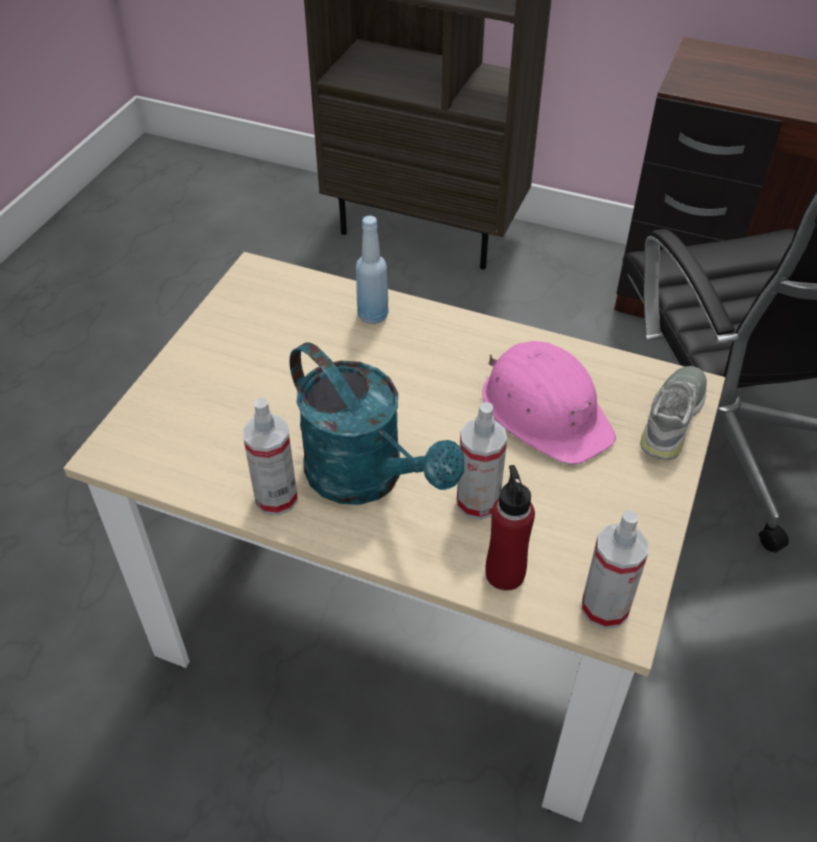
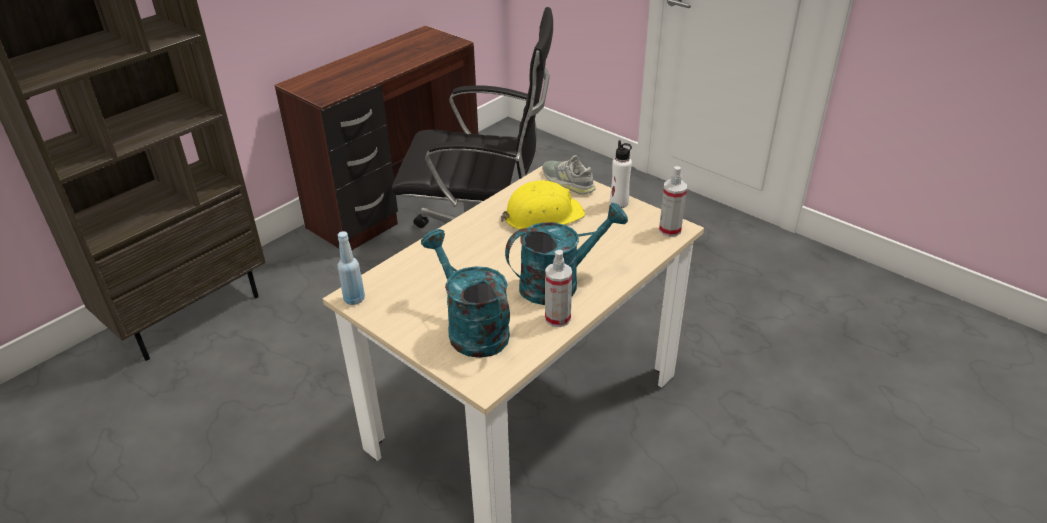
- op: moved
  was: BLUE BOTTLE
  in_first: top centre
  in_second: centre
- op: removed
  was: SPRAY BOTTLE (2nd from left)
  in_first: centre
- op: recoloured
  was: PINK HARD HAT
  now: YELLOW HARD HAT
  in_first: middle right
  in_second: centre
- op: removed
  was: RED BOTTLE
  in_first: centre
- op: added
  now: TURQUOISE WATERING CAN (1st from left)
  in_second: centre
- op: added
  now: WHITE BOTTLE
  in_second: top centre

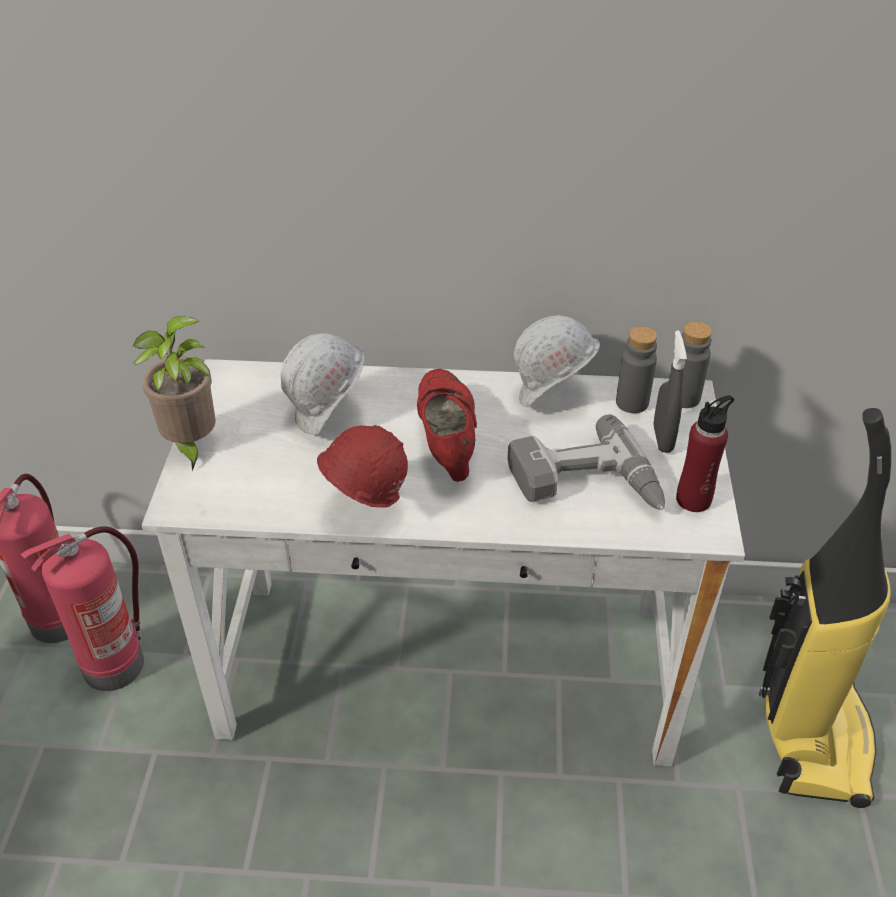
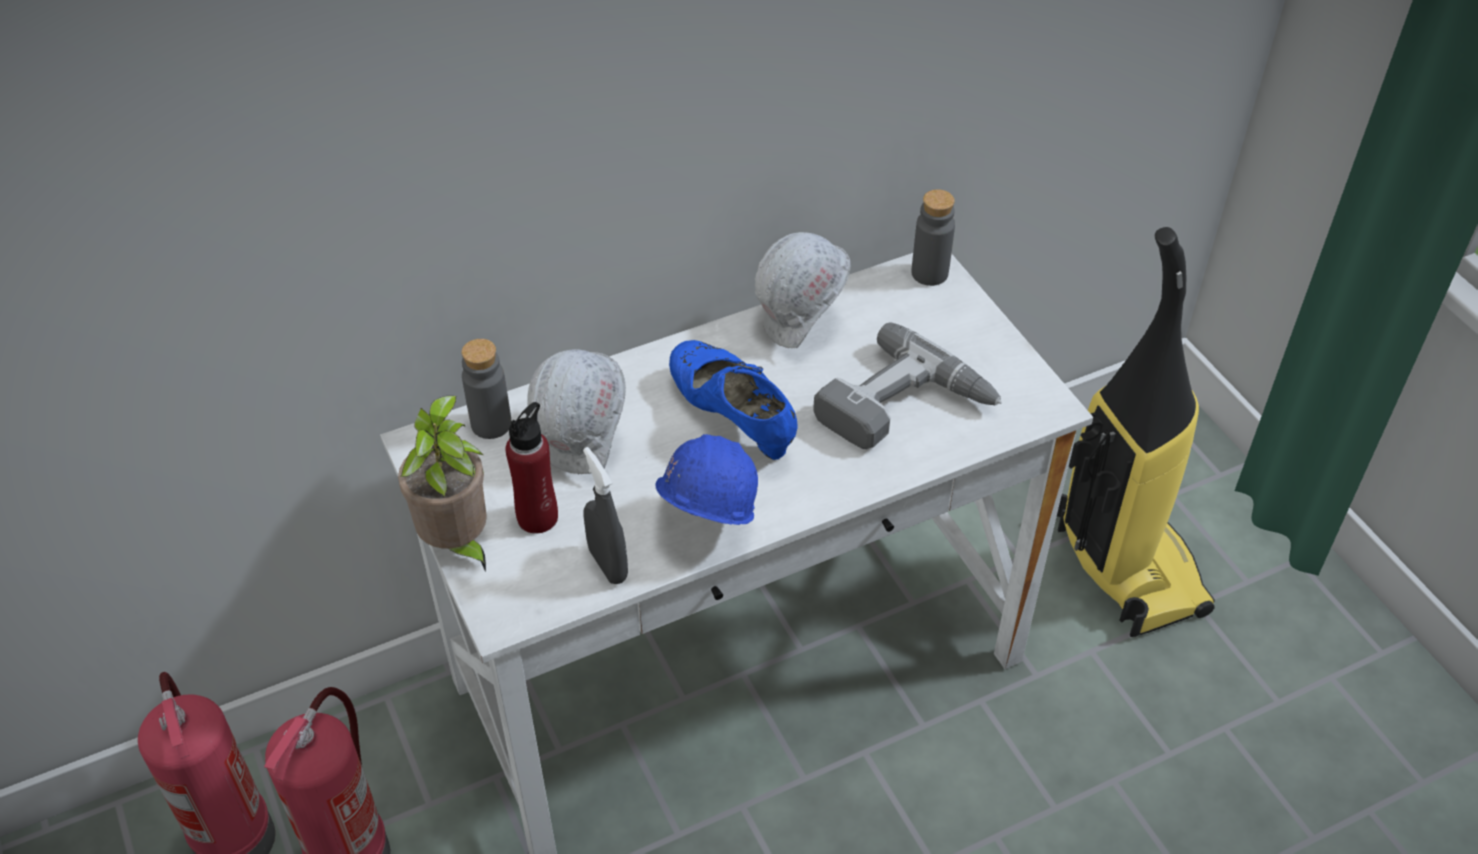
- op: recoloured
  was: RED HARD HAT
  now: BLUE HARD HAT
  in_first: centre
  in_second: centre
- op: recoloured
  was: RED SHOE
  now: BLUE SHOE
  in_first: centre
  in_second: centre
- op: moved
  was: GREY BOTTLE (1st from left)
  in_first: middle right
  in_second: middle left
- op: moved
  was: GREY SPRAY BOTTLE
  in_first: middle right
  in_second: centre
- op: moved
  was: RED BOTTLE
  in_first: middle right
  in_second: centre

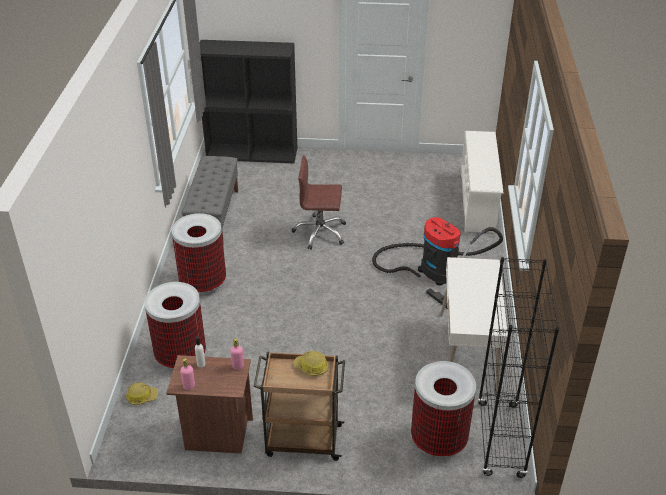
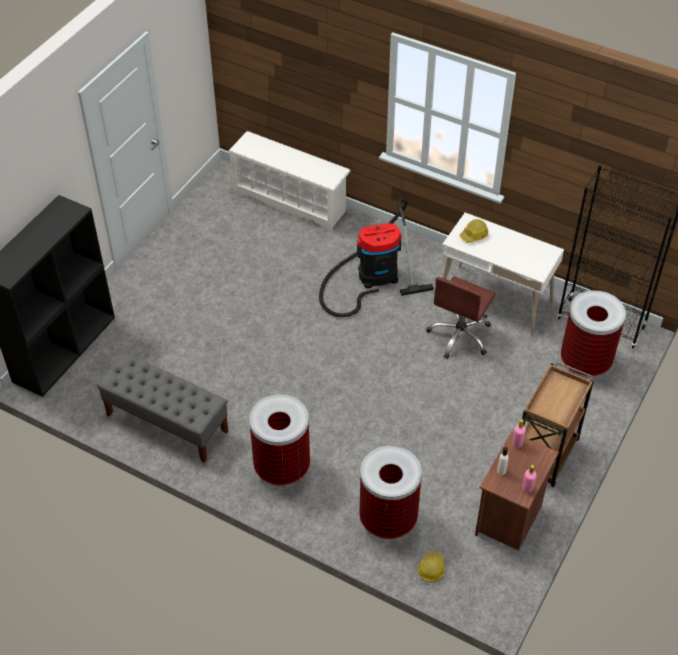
- op: moved
  was: BROWN OFFICE CHAIR
  in_first: centre
  in_second: middle right
- op: moved
  was: HARD HAT (2nd from left)
  in_first: bottom centre
  in_second: middle right

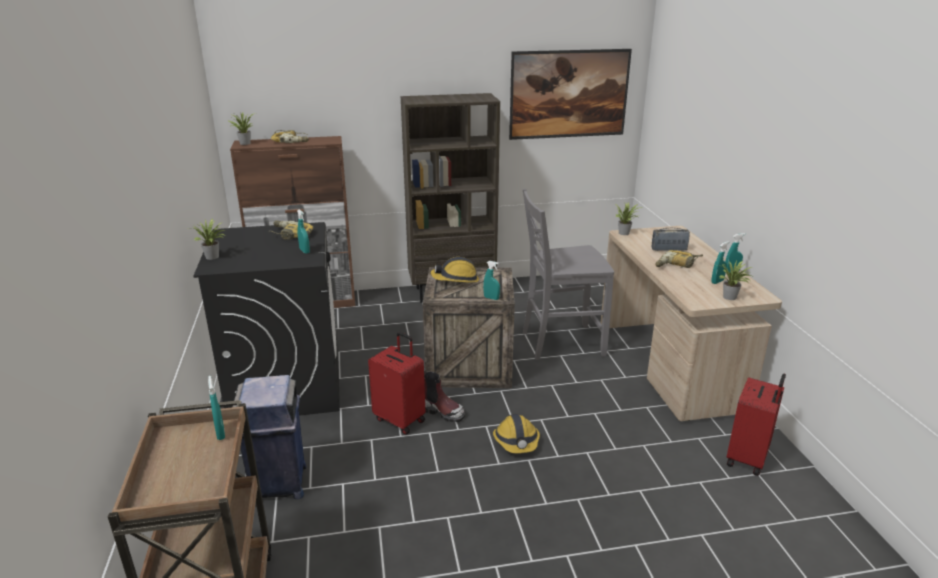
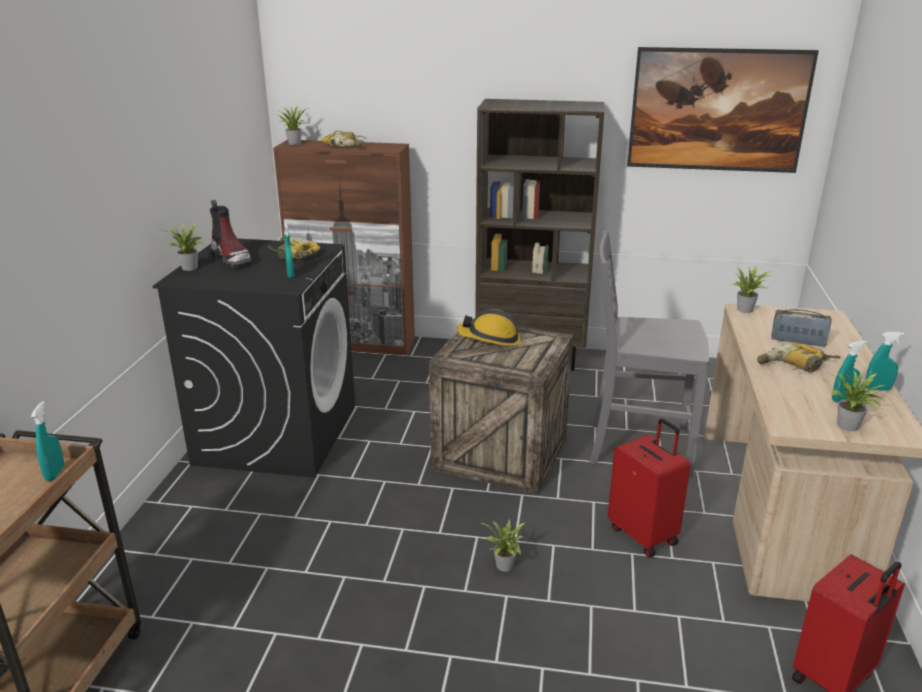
- op: removed
  was: BLUE TRASH CAN
  in_first: bottom left
- op: moved
  was: RED SUITCASE (1st from left)
  in_first: centre
  in_second: bottom right
- op: moved
  was: BOOT
  in_first: bottom centre
  in_second: middle left
- op: removed
  was: TURQUOISE SPRAY BOTTLE (3rd from left)
  in_first: centre
- op: replaced
  was: HARD HAT (2nd from left)
  now: POTTED PLANT (3rd from left)
  in_first: bottom centre
  in_second: bottom centre

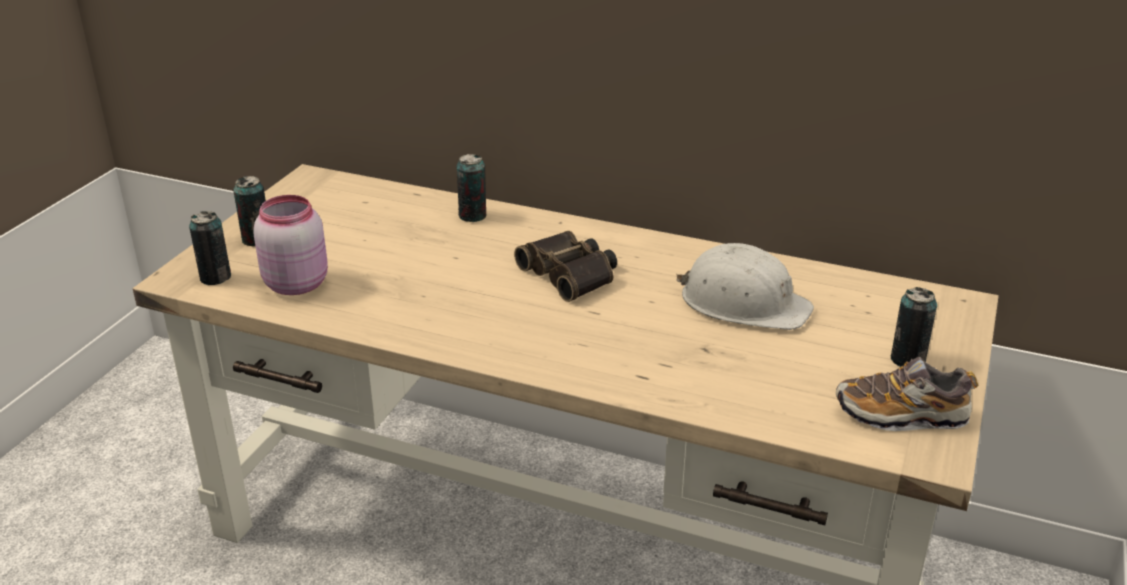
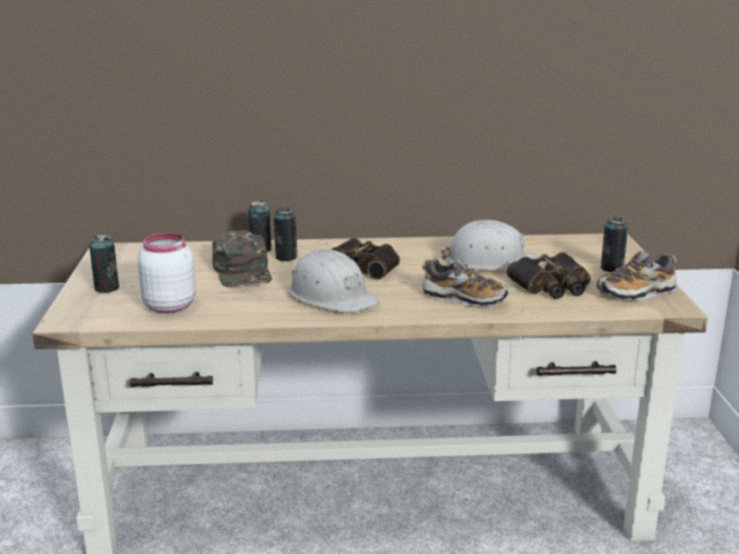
- op: moved
  was: CAN (1st from left in the first image)
  now: CAN (3rd from left)
  in_first: middle left
  in_second: centre
- op: recoloured
  was: PINK JAR
  now: WHITE JAR
  in_first: middle left
  in_second: middle left
- op: added
  now: GREEN CAP
  in_second: middle left
- op: added
  now: WHITE HARD HAT (1st from left)
  in_second: centre
- op: added
  now: SHOE (1st from left)
  in_second: centre
- op: added
  now: BINOCULARS (2nd from left)
  in_second: middle right

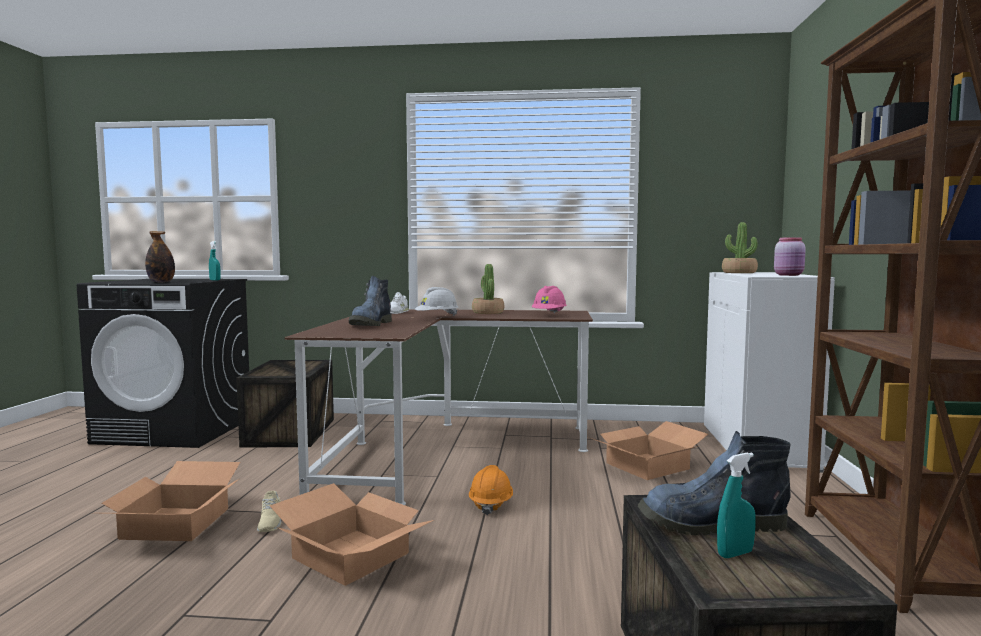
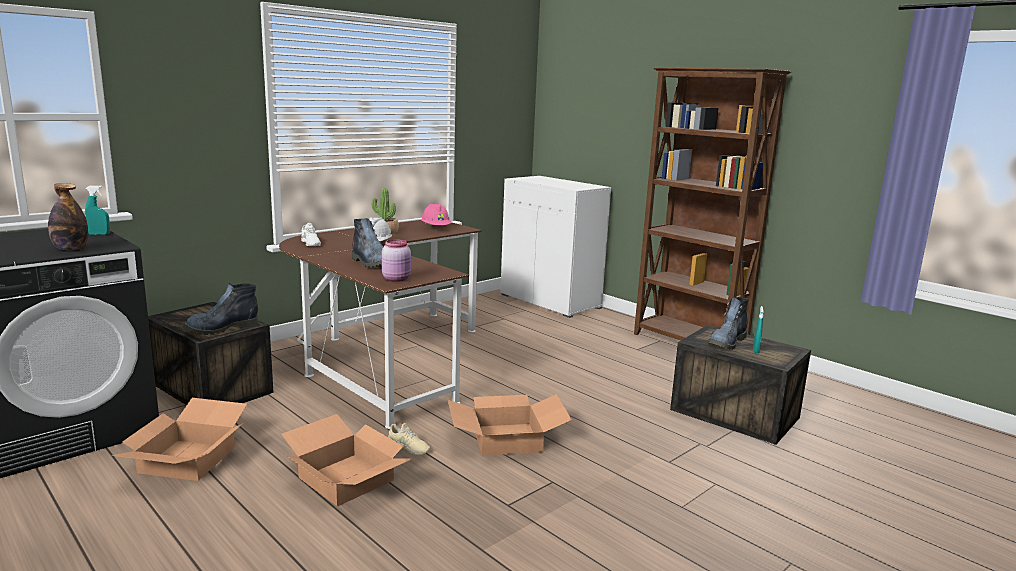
- op: removed
  was: ORANGE HARD HAT
  in_first: bottom centre
- op: moved
  was: CARDBOARD BOX (3rd from left in the first image)
  now: CARDBOARD BOX (1st from left)
  in_first: bottom centre
  in_second: bottom left
- op: removed
  was: POTTED PLANT (2nd from left)
  in_first: middle right
- op: moved
  was: PINK JAR
  in_first: middle right
  in_second: centre
- op: added
  now: BOOT (1st from left)
  in_second: middle left

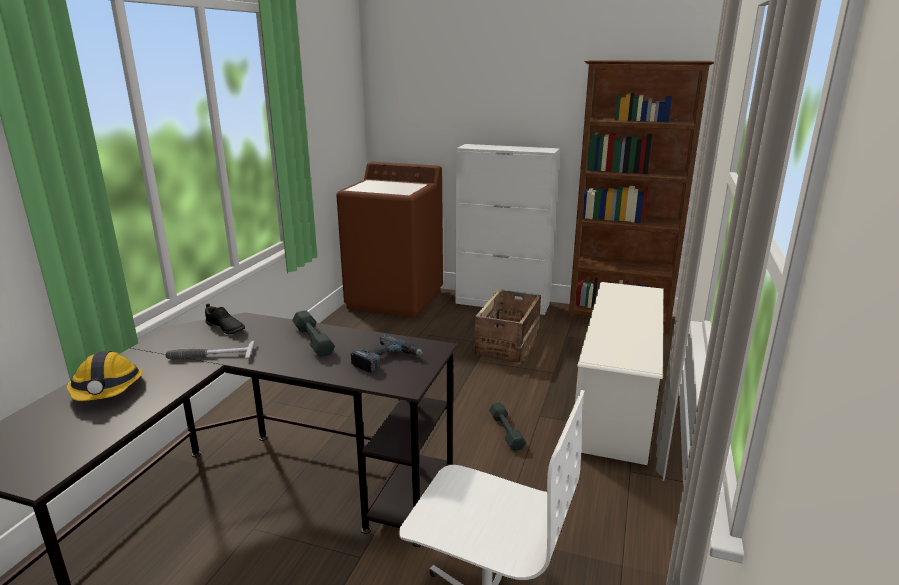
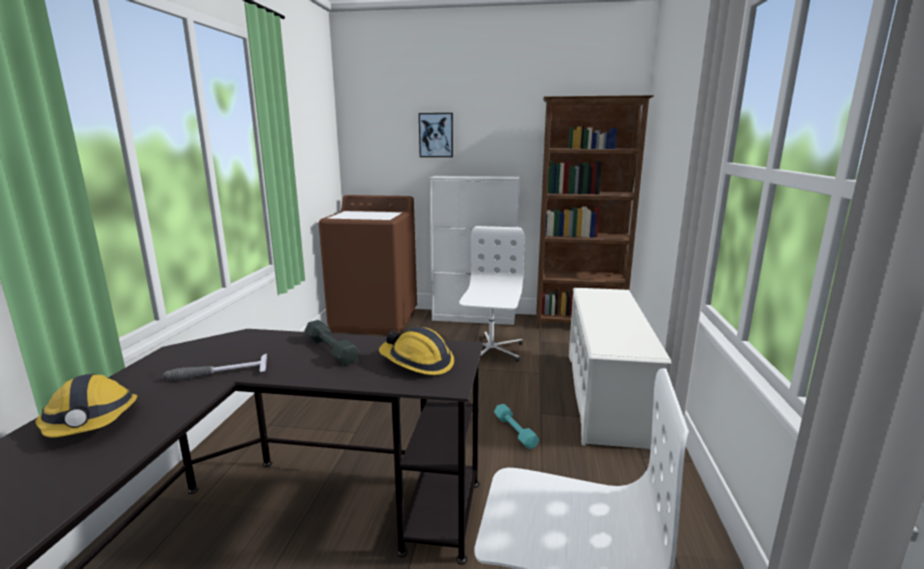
- op: removed
  was: BLACK SHOE
  in_first: middle left
- op: replaced
  was: POWER DRILL
  now: HARD HAT (2nd from left)
  in_first: centre
  in_second: centre
- op: replaced
  was: CRATE
  now: WHITE OFFICE CHAIR (1st from left)
  in_first: centre
  in_second: centre
- op: recoloured
  was: GREY DUMBBELL (2nd from left)
  now: TURQUOISE DUMBBELL
  in_first: bottom centre
  in_second: bottom centre
- op: added
  now: PICTURE
  in_second: top centre

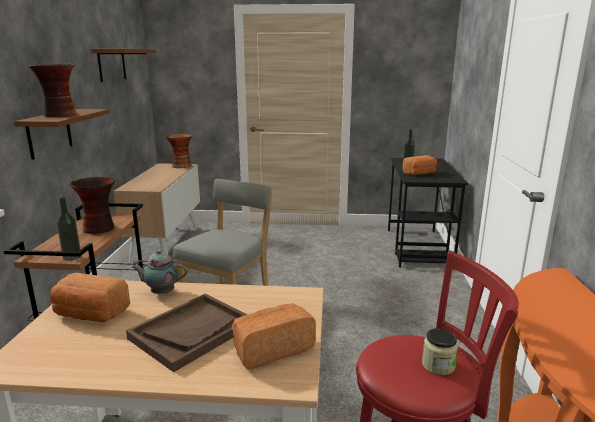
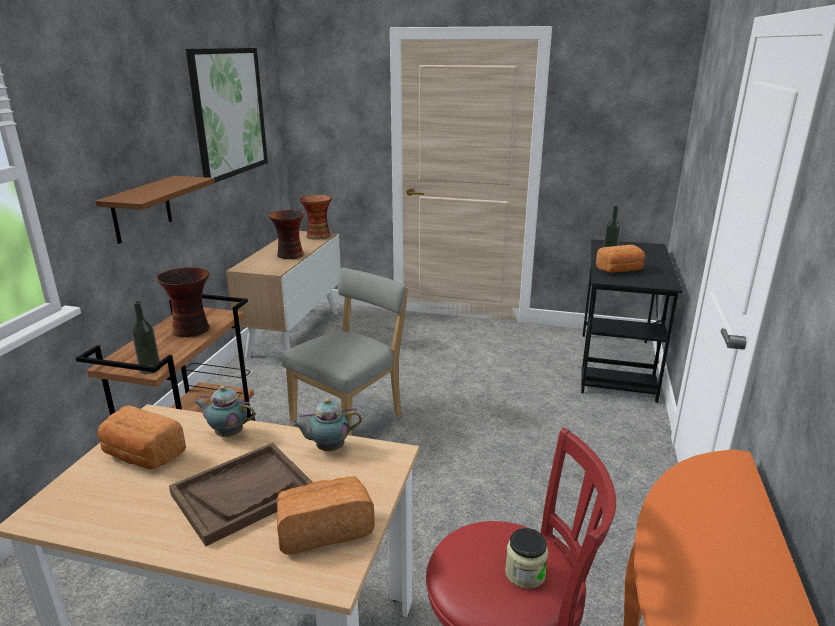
- op: moved
  was: VASE (1st from left in the first image)
  now: VASE (2nd from left)
  in_first: top left
  in_second: centre
- op: replaced
  was: BROWN SHELF (2nd from left)
  now: PICTURE
  in_first: top left
  in_second: top left
- op: added
  now: TEAPOT (2nd from left)
  in_second: bottom centre

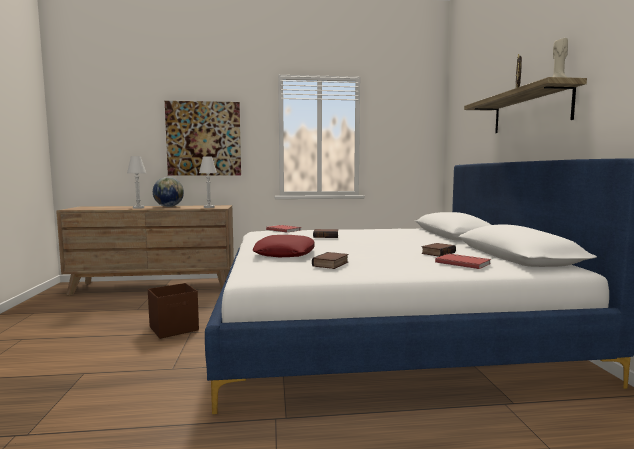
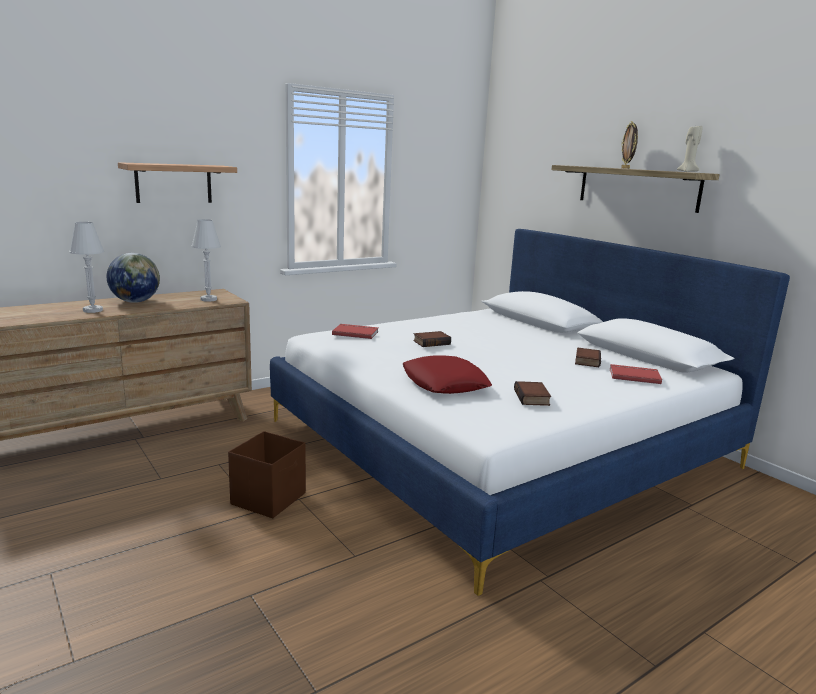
- op: replaced
  was: PICTURE
  now: SHELF (1st from left)
  in_first: top left
  in_second: top left

